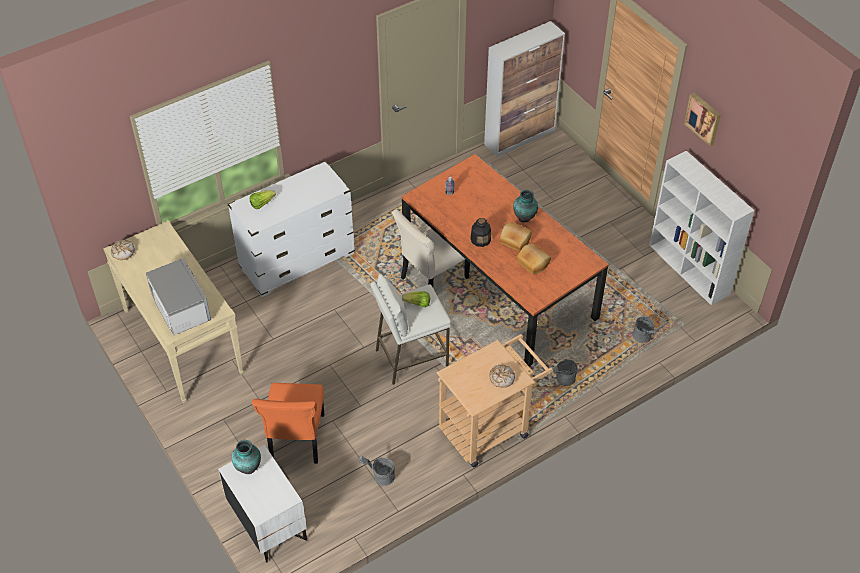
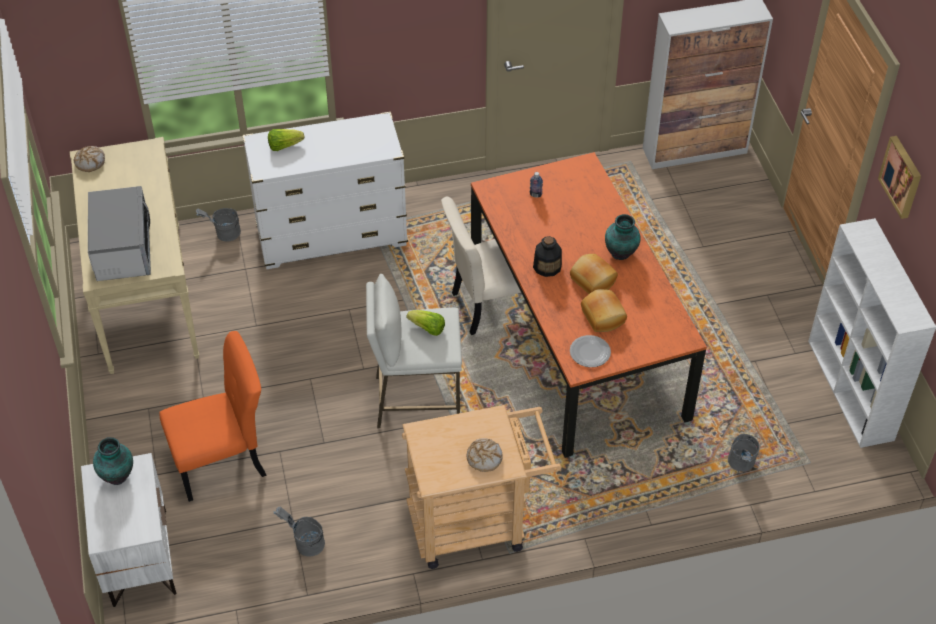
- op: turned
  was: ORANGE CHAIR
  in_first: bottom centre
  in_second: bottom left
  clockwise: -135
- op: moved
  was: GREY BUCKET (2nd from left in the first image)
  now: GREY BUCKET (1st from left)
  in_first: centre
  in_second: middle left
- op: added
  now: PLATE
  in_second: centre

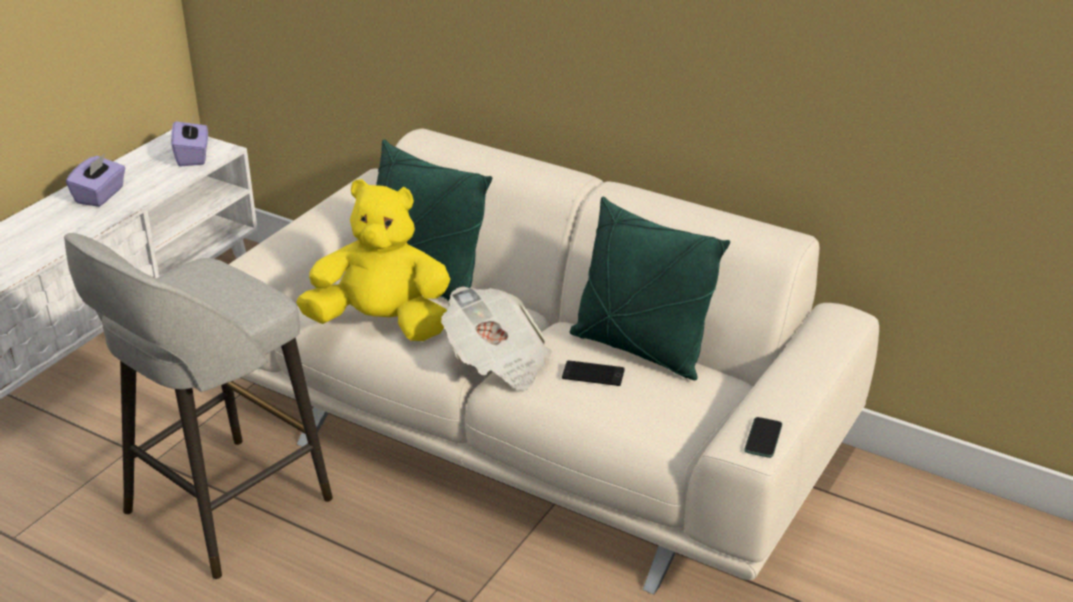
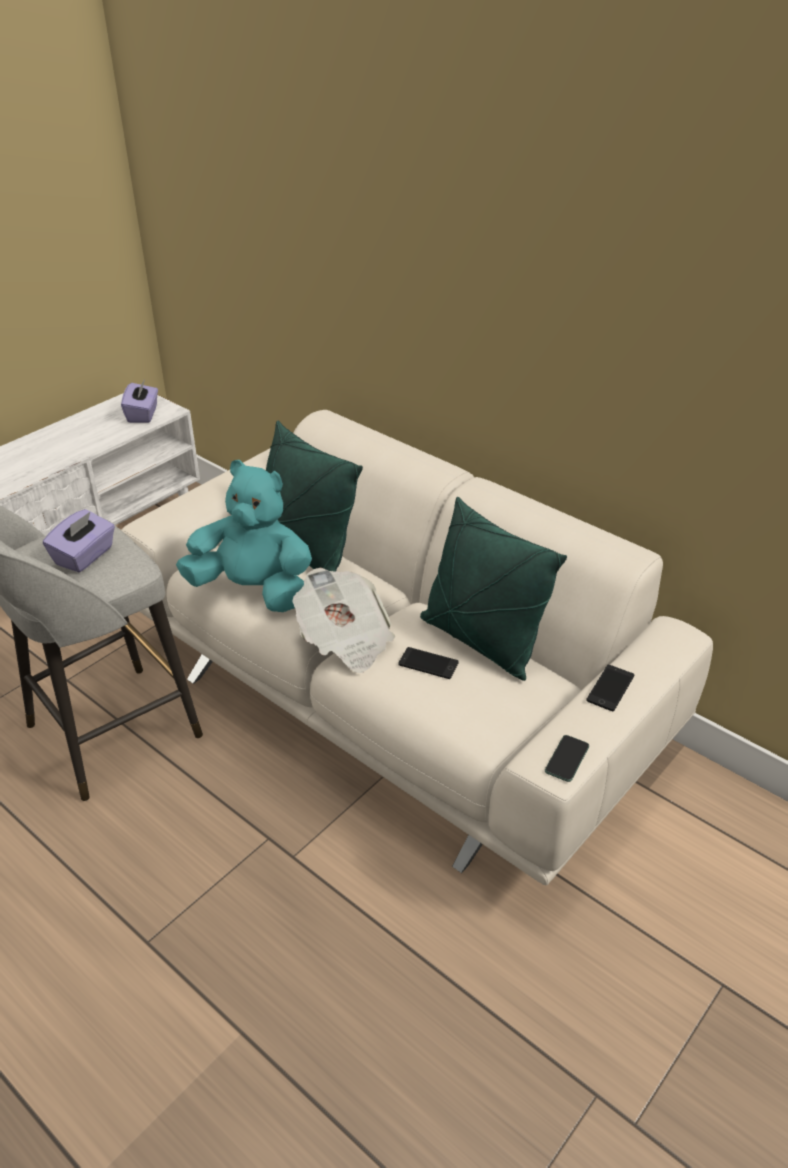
- op: moved
  was: PURPLE TISSUE BOX (1st from left)
  in_first: top left
  in_second: middle left
- op: recoloured
  was: YELLOW PLUSH TOY
  now: TURQUOISE PLUSH TOY
  in_first: centre
  in_second: middle left
- op: added
  now: PHONE (3rd from left)
  in_second: middle right

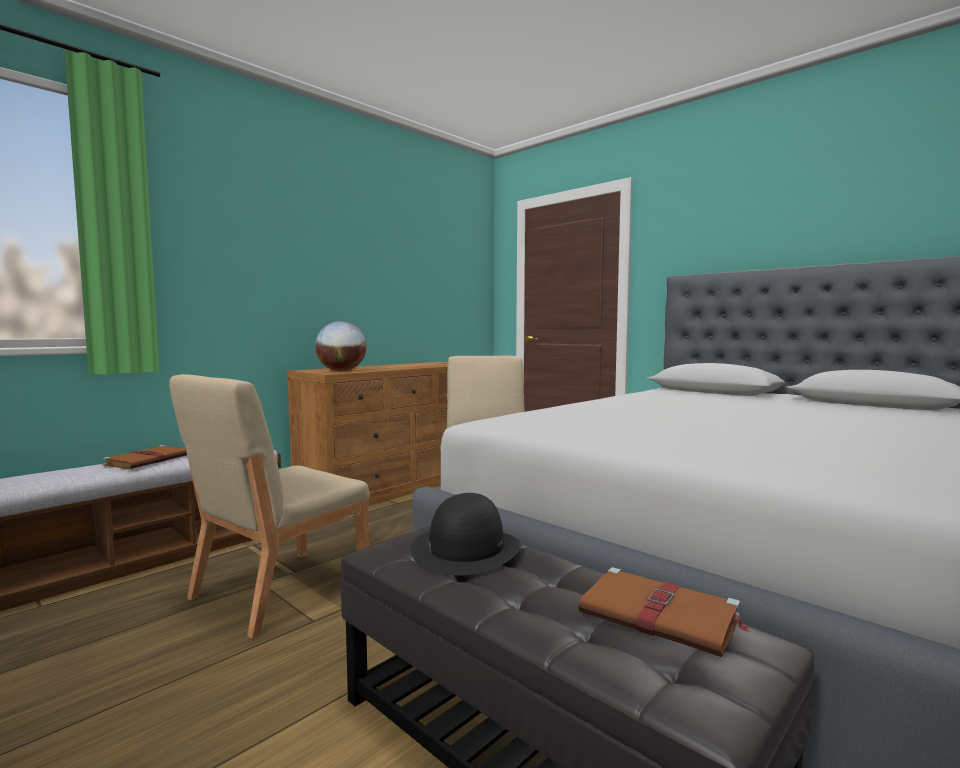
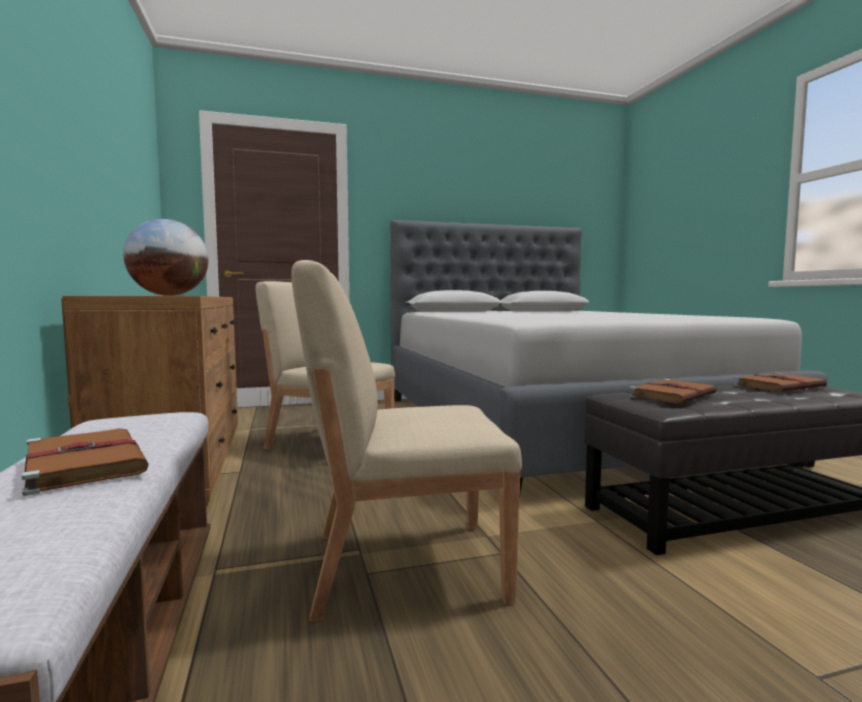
- op: turned
  was: BEIGE CHAIR (1st from left in the first image)
  in_first: middle left
  in_second: centre
  clockwise: 105
- op: replaced
  was: BLACK HAT
  now: BROWN BOOK (2nd from left)
  in_first: bottom centre
  in_second: middle right

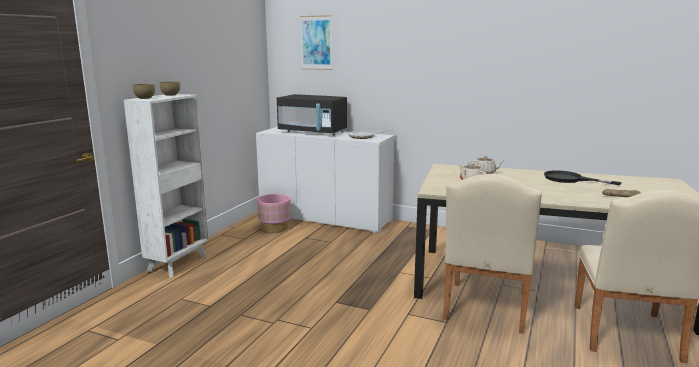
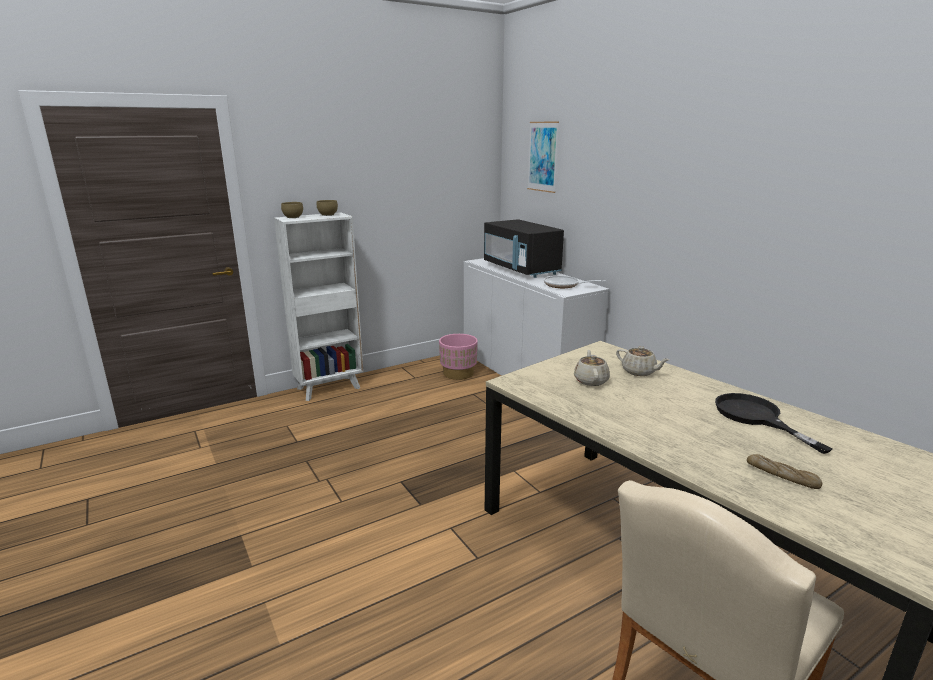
- op: removed
  was: BEIGE CHAIR (1st from left)
  in_first: bottom right

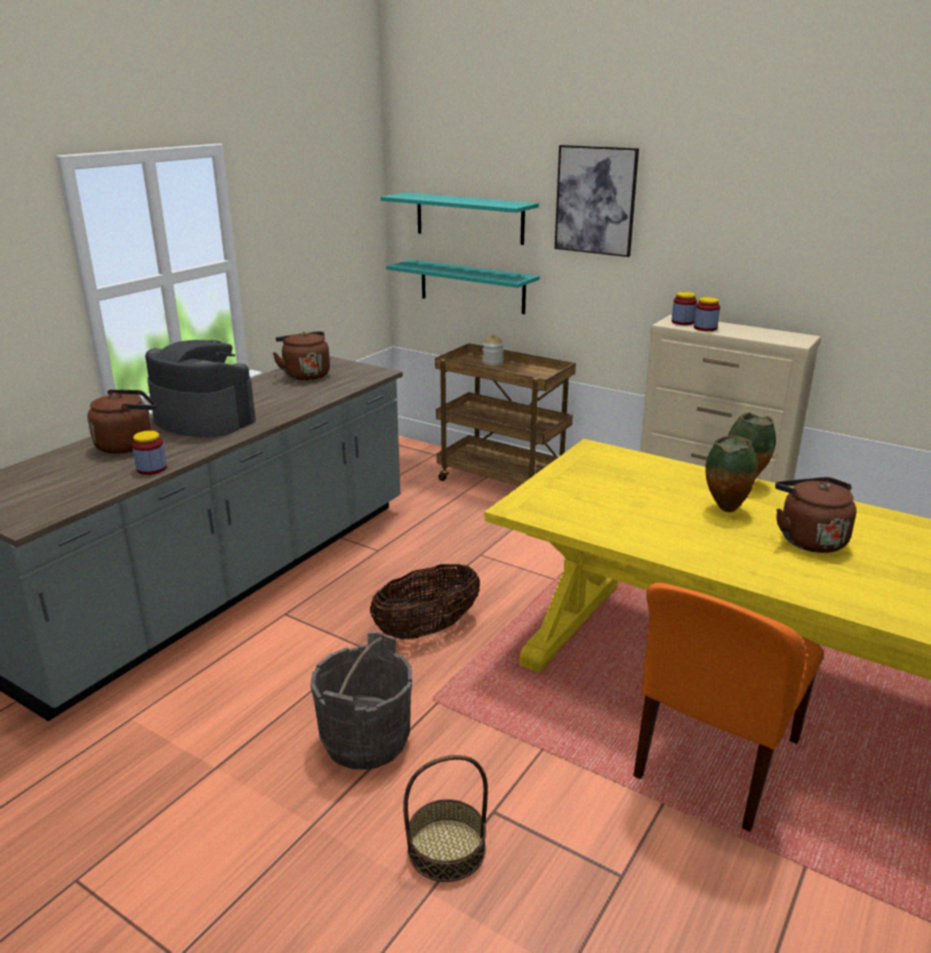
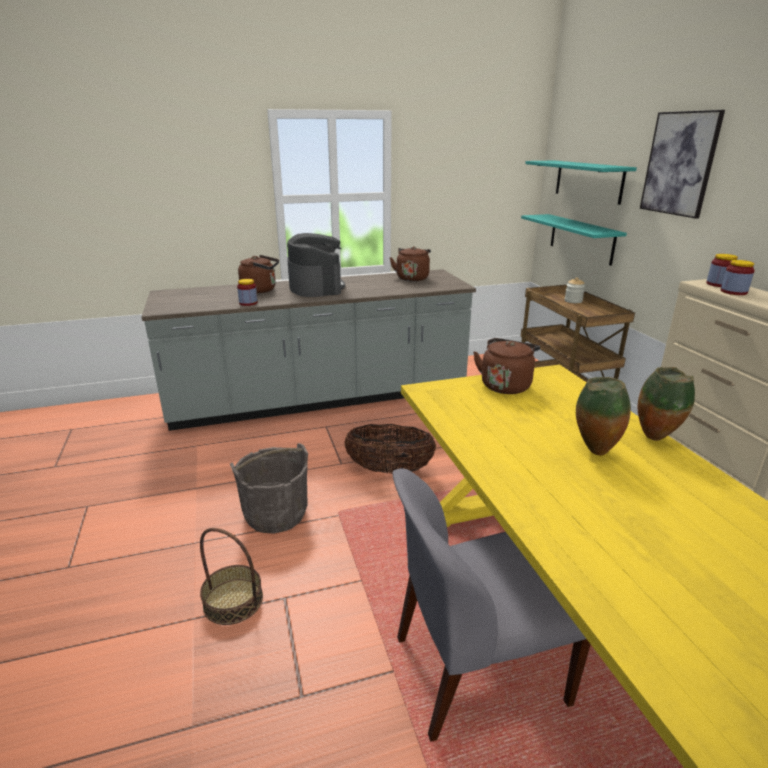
- op: recoloured
  was: ORANGE CHAIR
  now: GREY CHAIR
  in_first: bottom right
  in_second: bottom centre
- op: moved
  was: BROWN KETTLE (3rd from left)
  in_first: middle right
  in_second: centre

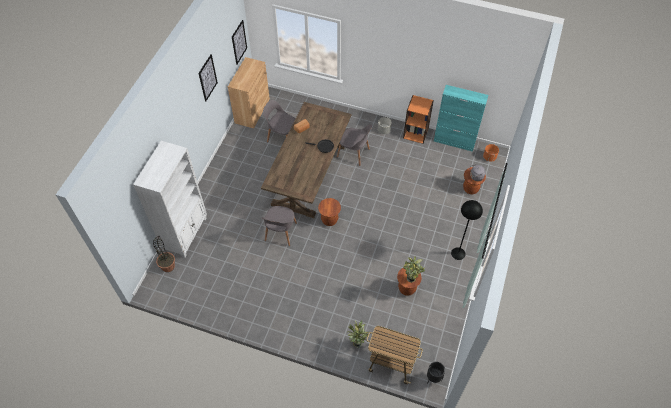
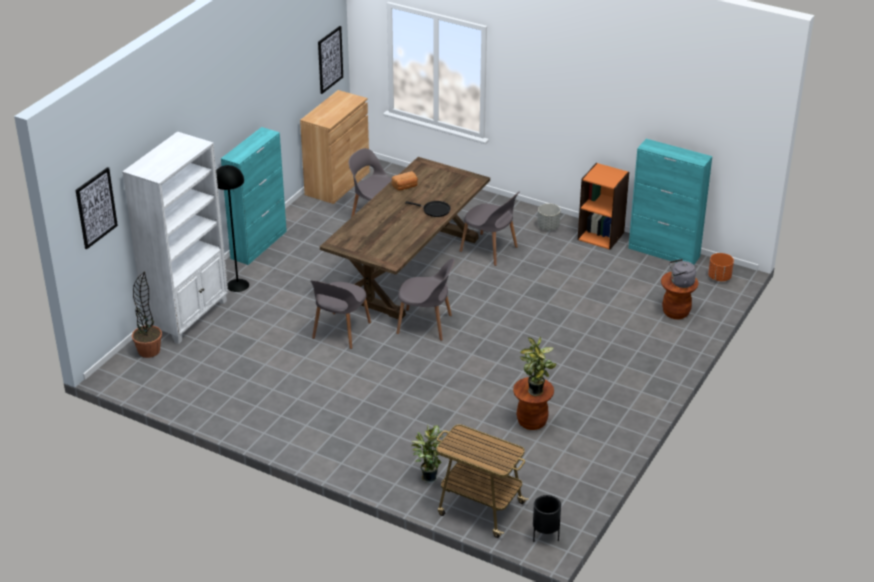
- op: moved
  was: PICTURE (1st from left)
  in_first: top left
  in_second: middle left
- op: replaced
  was: BROWN STOOL (1st from left)
  now: GREY CHAIR (3rd from left)
  in_first: centre
  in_second: centre
- op: moved
  was: BLACK FLOOR LAMP
  in_first: middle right
  in_second: middle left
- op: added
  now: TURQUOISE CABINET (1st from left)
  in_second: middle left

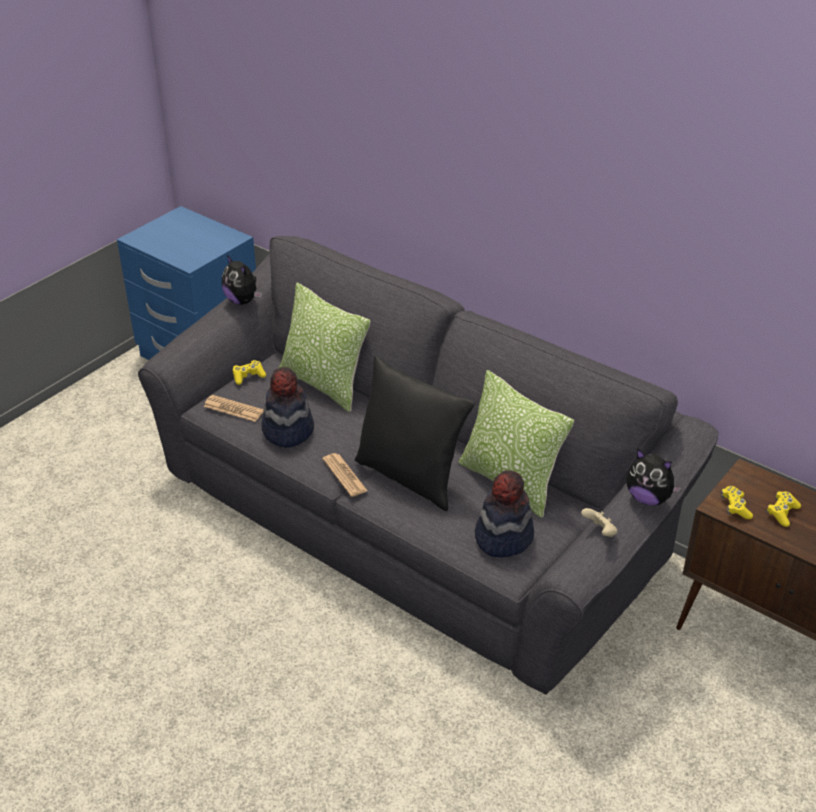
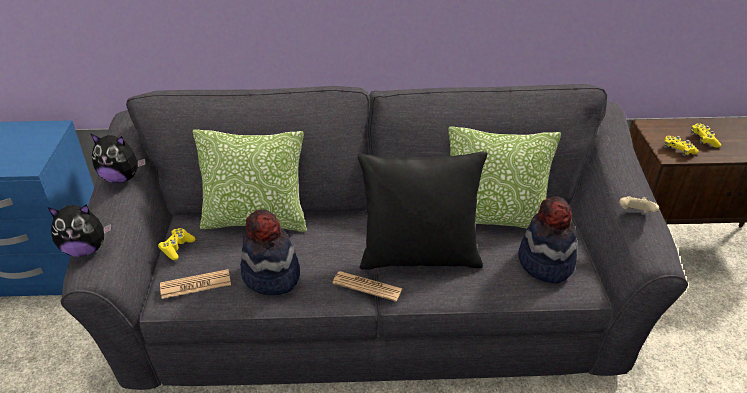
- op: moved
  was: PLUSH TOY (2nd from left in the first image)
  now: PLUSH TOY (1st from left)
  in_first: middle right
  in_second: middle left

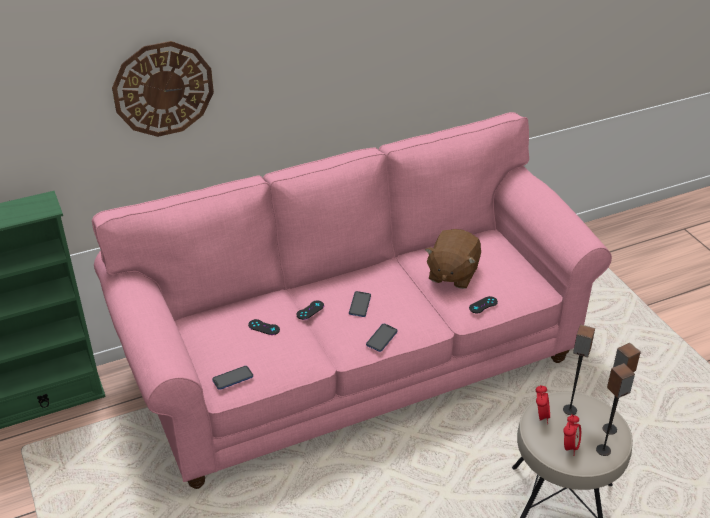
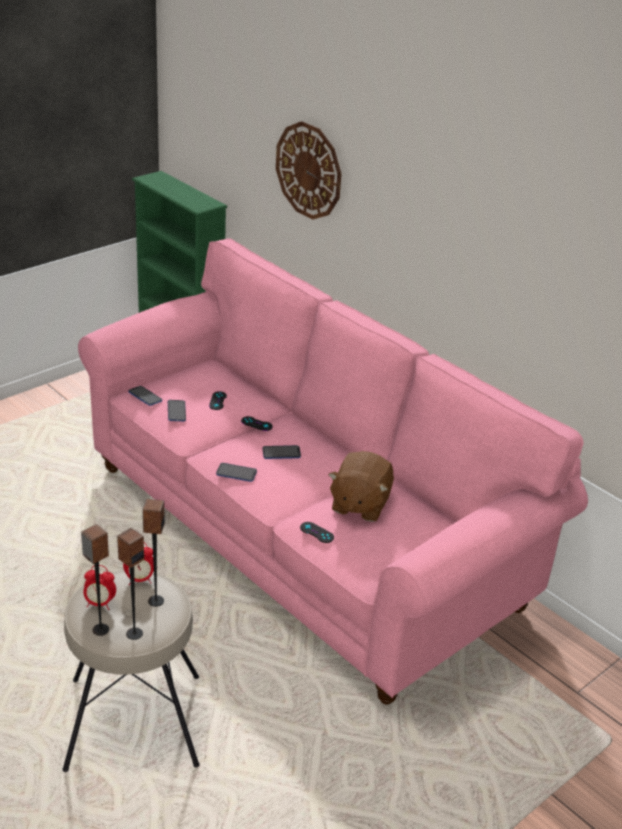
- op: turned
  was: BROWN PLUSH TOY
  in_first: centre
  in_second: centre
  clockwise: -75
- op: added
  now: PHONE (2nd from left)
  in_second: middle left

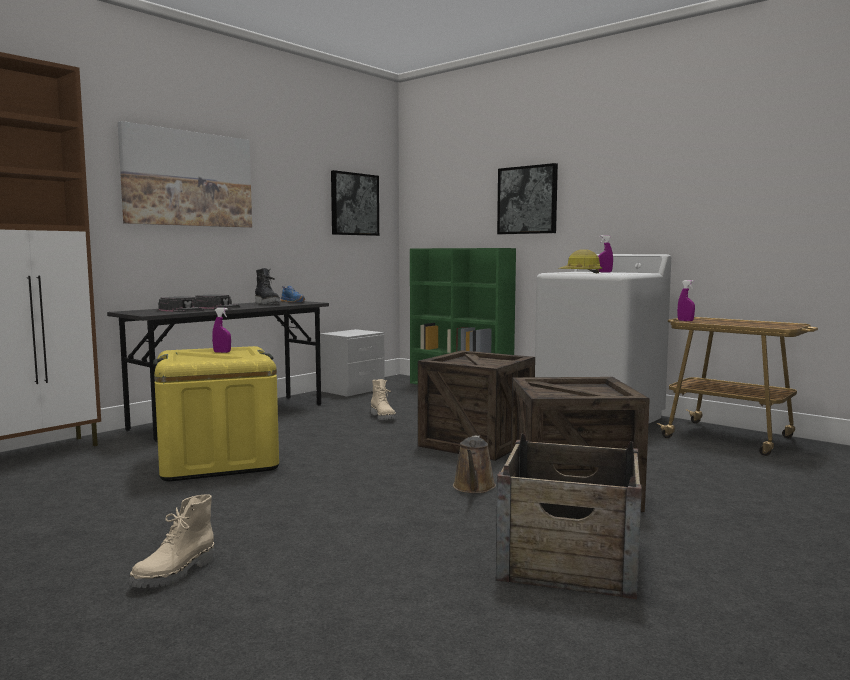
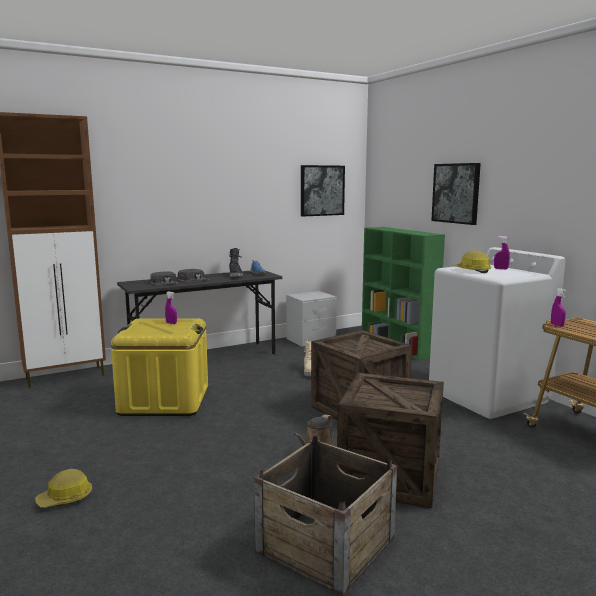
- op: removed
  was: PICTURE (1st from left)
  in_first: top left
- op: replaced
  was: BEIGE BOOT (1st from left)
  now: HARD HAT (1st from left)
  in_first: bottom left
  in_second: bottom left

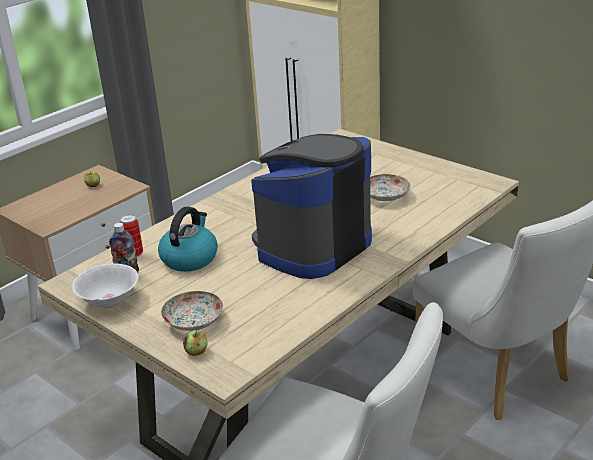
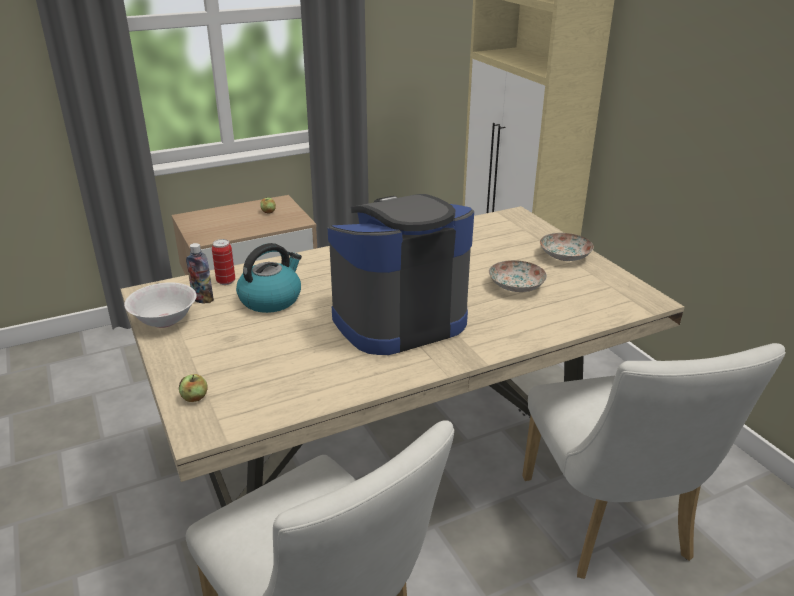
- op: moved
  was: PLATE (1st from left in the first image)
  now: PLATE (2nd from left)
  in_first: bottom left
  in_second: middle right

